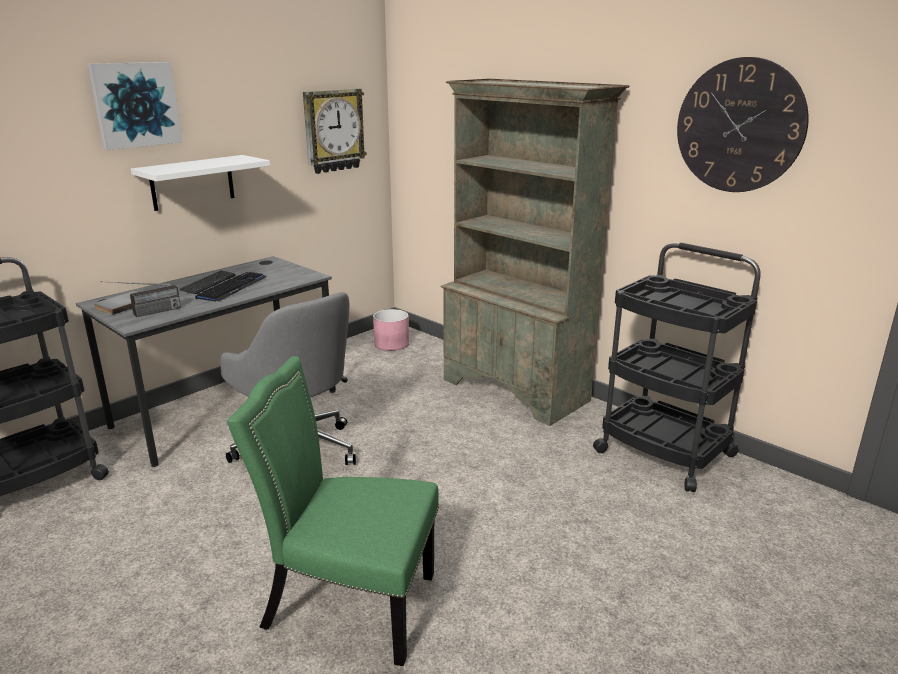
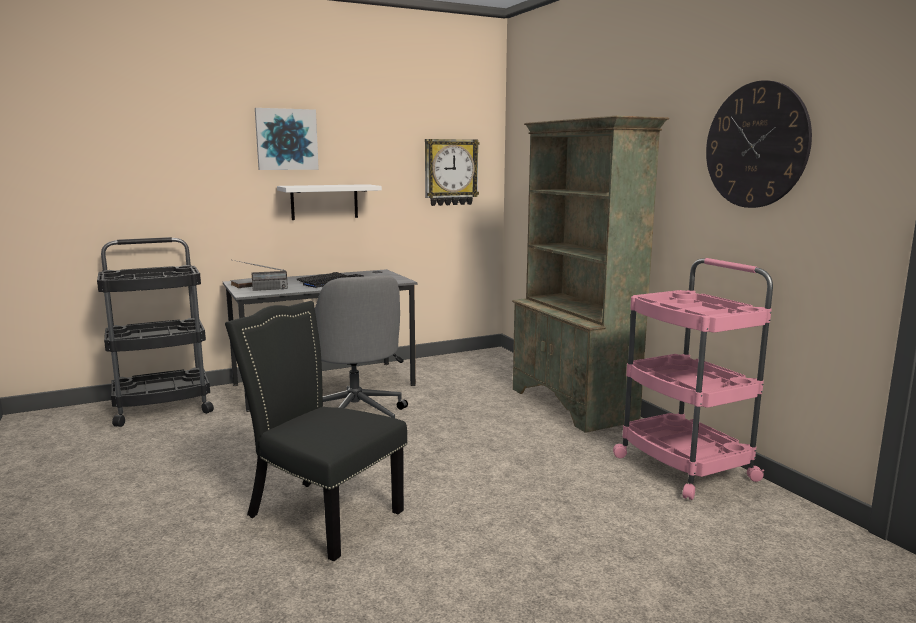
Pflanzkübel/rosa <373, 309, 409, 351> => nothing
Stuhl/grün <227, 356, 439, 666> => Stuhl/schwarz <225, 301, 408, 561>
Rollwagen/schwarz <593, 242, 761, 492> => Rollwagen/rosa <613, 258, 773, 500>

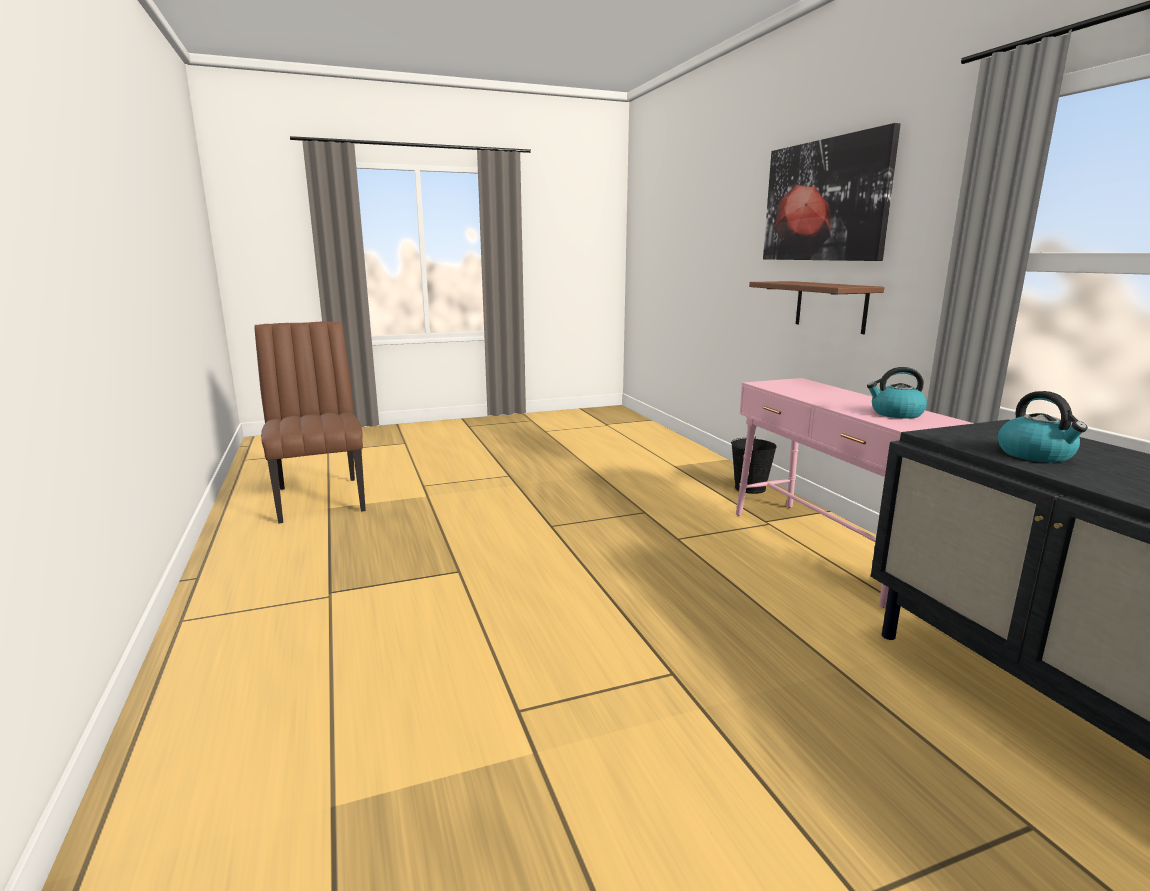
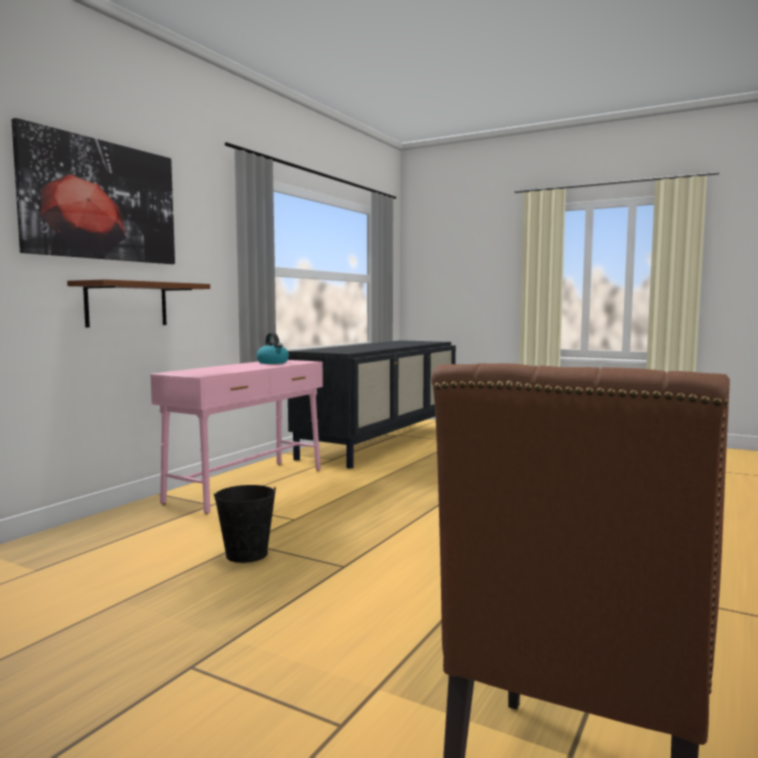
Wasserkessel <998, 391, 1088, 463> => nothing
Eimer/schwarz <731, 436, 777, 494> => Eimer/schwarz <214, 485, 276, 563>, moved

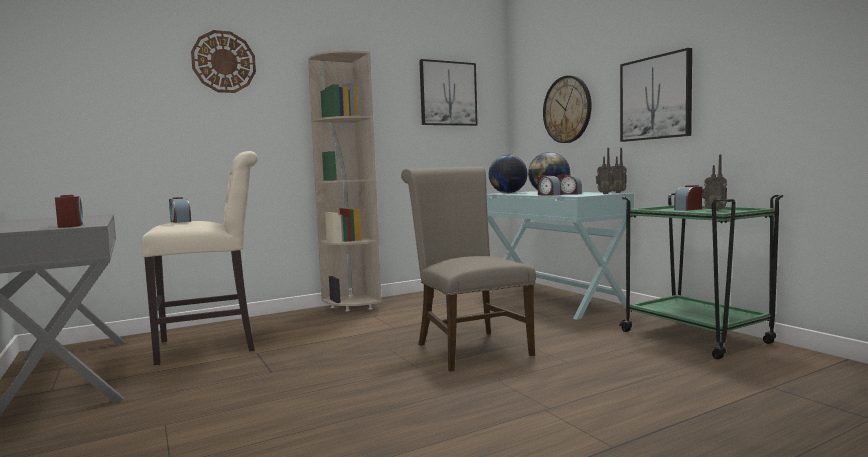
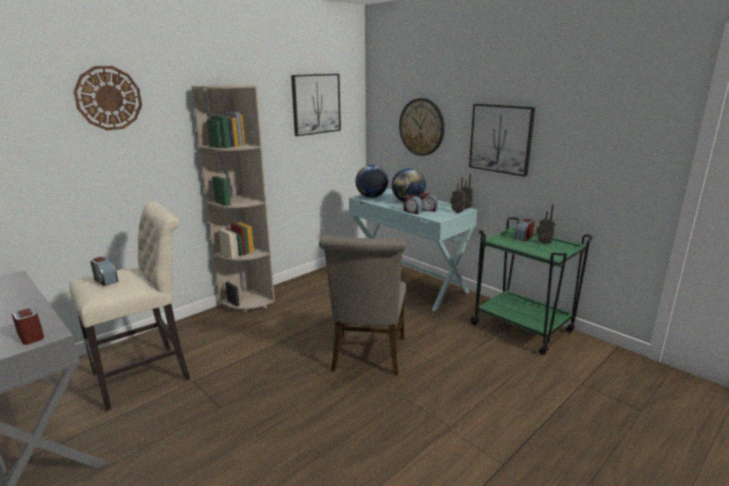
Stuhl/beige <401, 166, 536, 372> => Stuhl/beige <319, 235, 406, 376>, 135 degrees counterclockwise

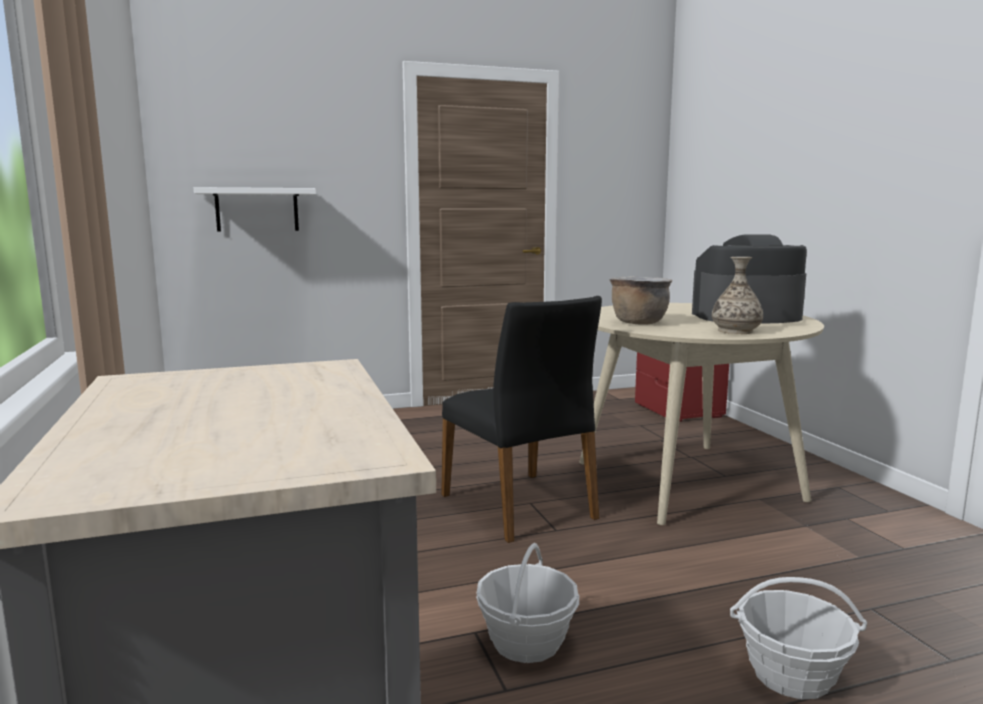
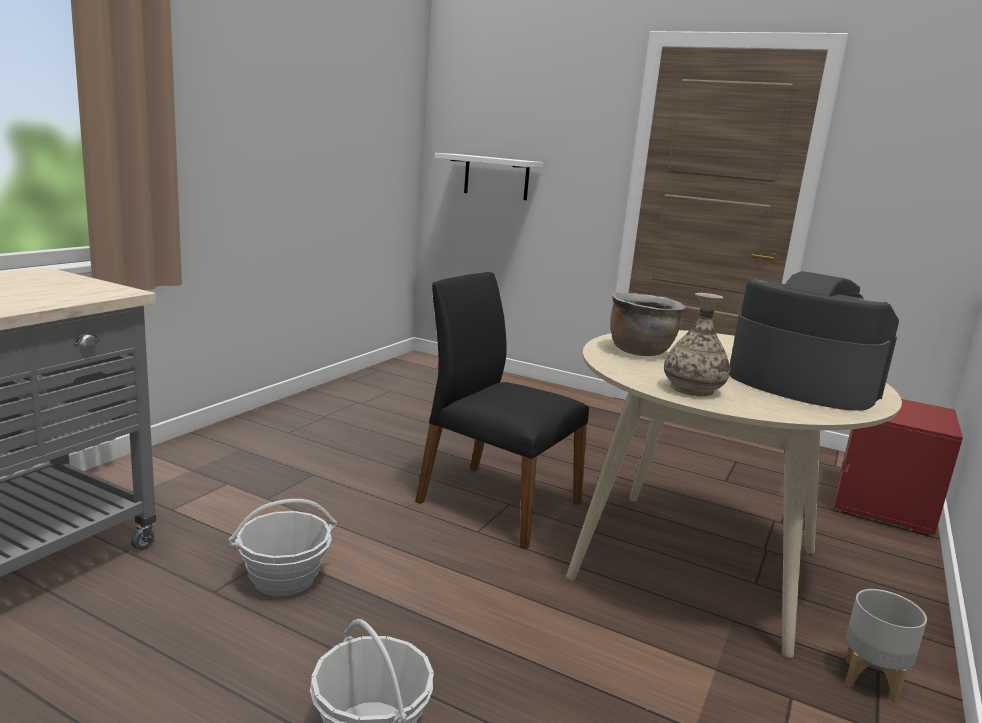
nothing => Pflanzkübel/grau <845, 589, 927, 703>
Stuhl/schwarz <441, 296, 602, 543> => Stuhl/schwarz <415, 272, 589, 549>, 105 degrees clockwise

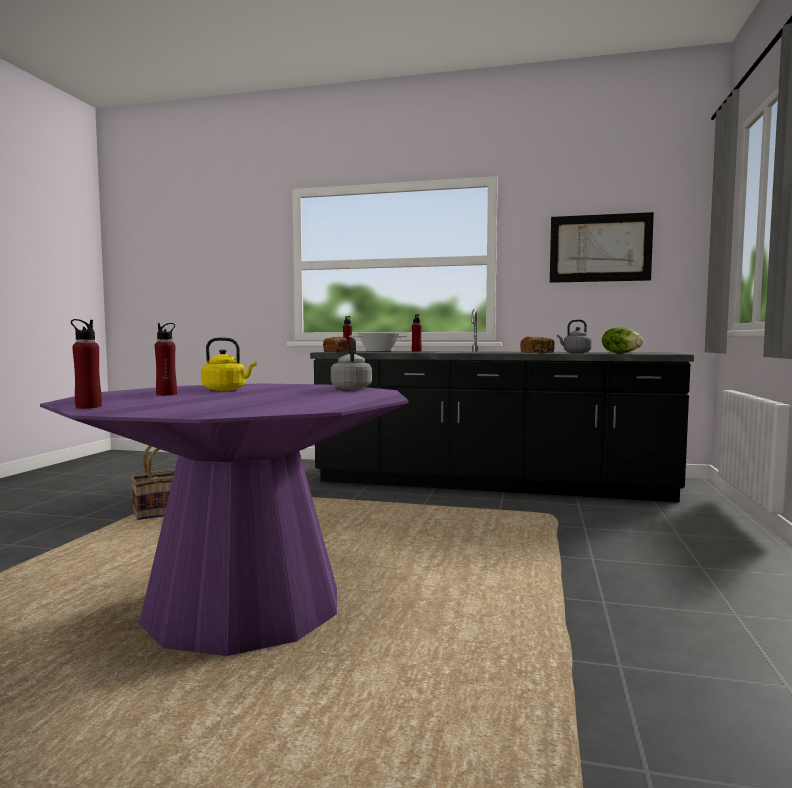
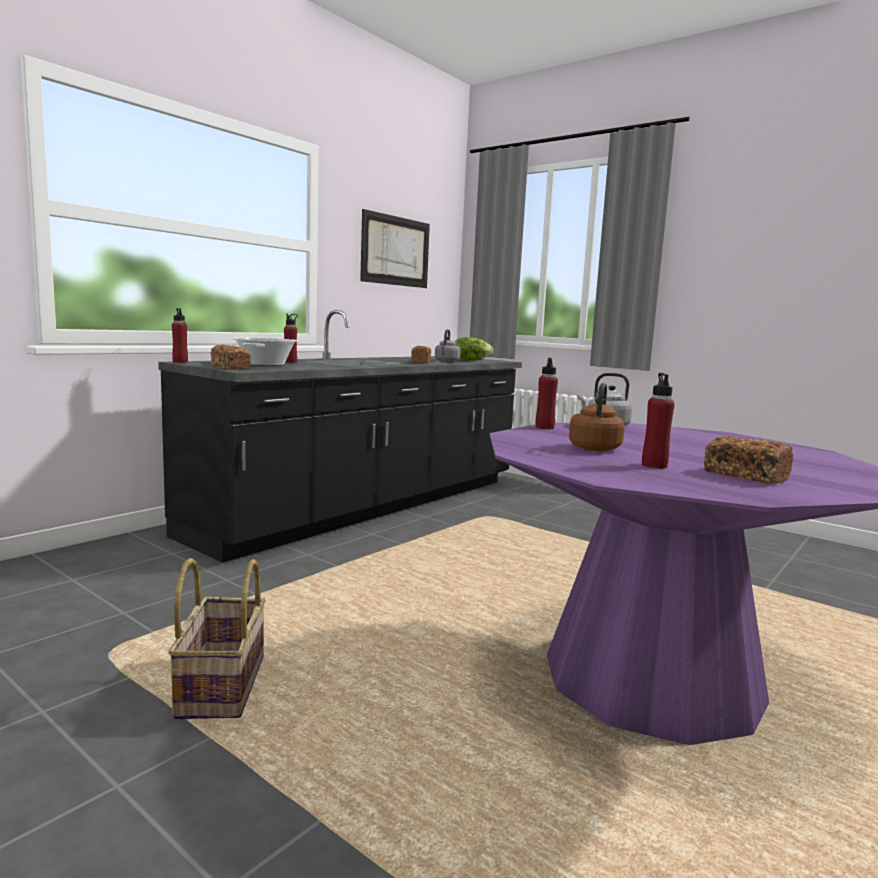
nothing => Brot <704, 437, 793, 484>
Flasche/rot <71, 319, 102, 409> => Flasche/rot <535, 358, 558, 429>, moved
Wasserkessel/gelb <202, 337, 256, 391> => Wasserkessel/braun <569, 383, 625, 451>

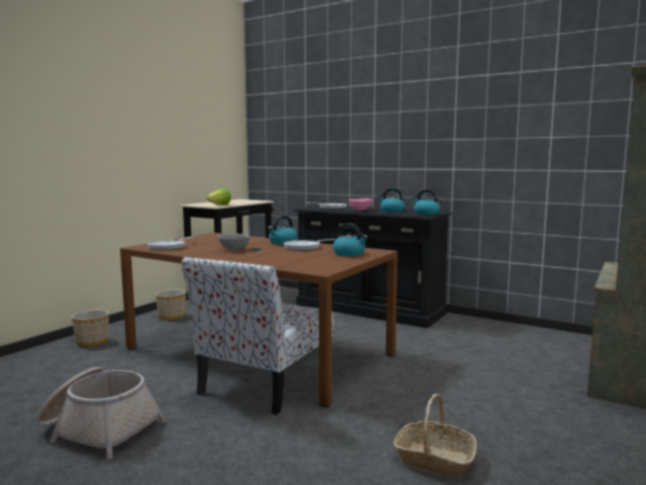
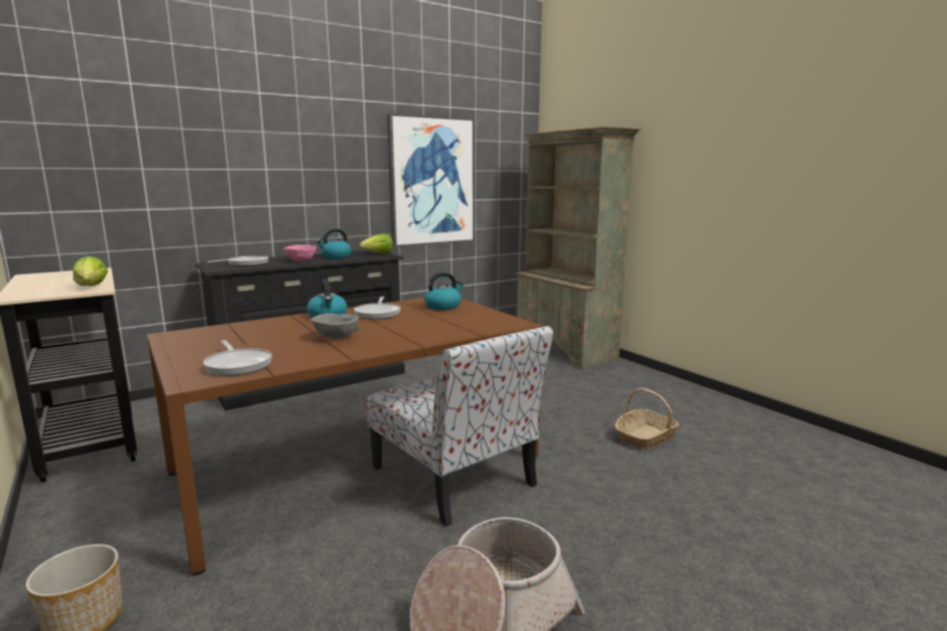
Pflanzkübel <155, 289, 186, 320> => nothing
nothing => Bild <387, 114, 474, 247>
Wasserkessel <412, 189, 440, 215> => Salatkopf <359, 233, 393, 254>

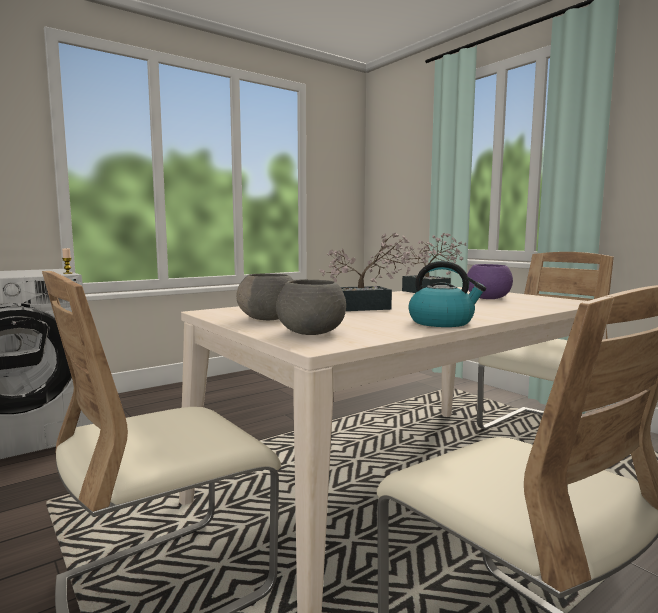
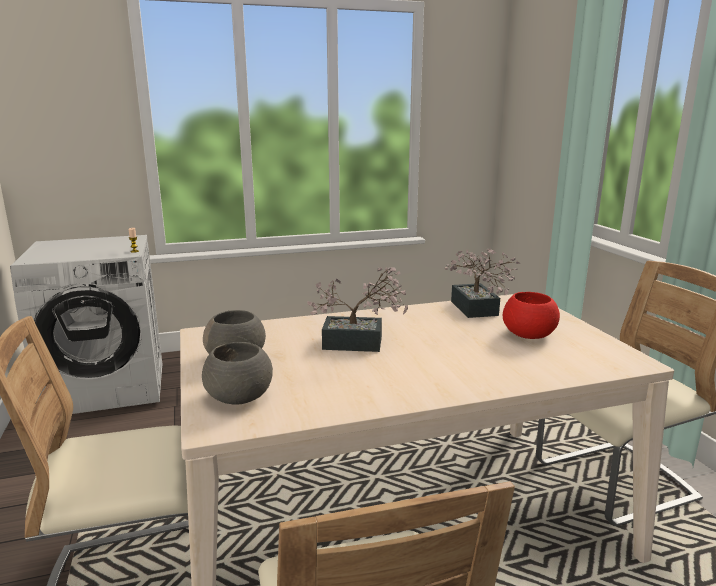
Wasserkessel <409, 261, 486, 327> => nothing
Schüssel/lila <467, 264, 513, 299> => Schüssel/rot <503, 292, 560, 339>

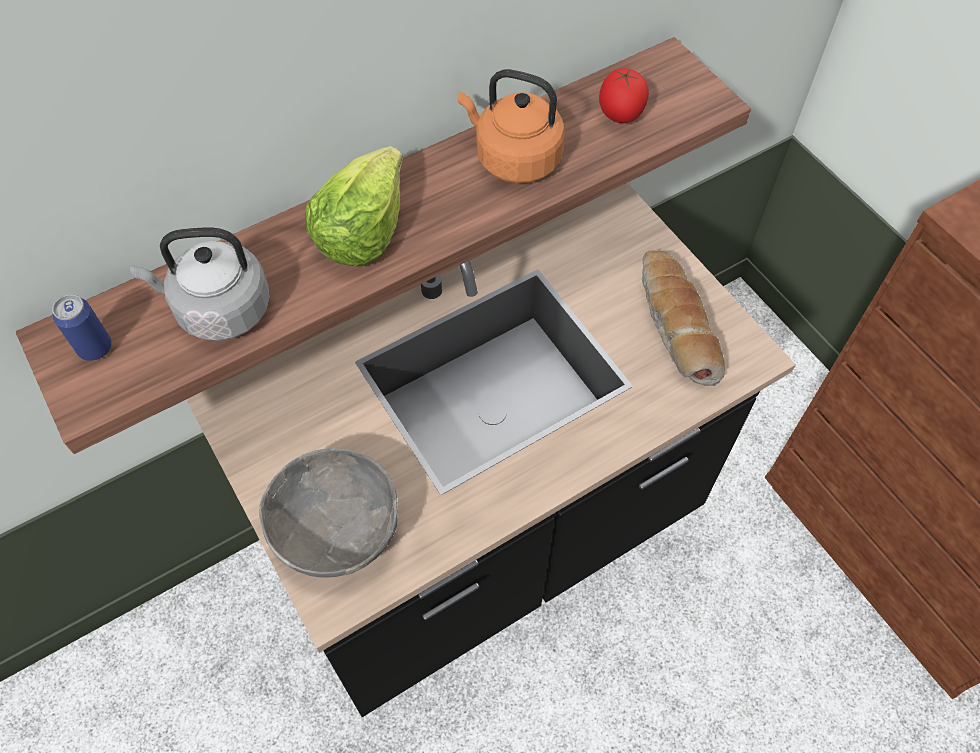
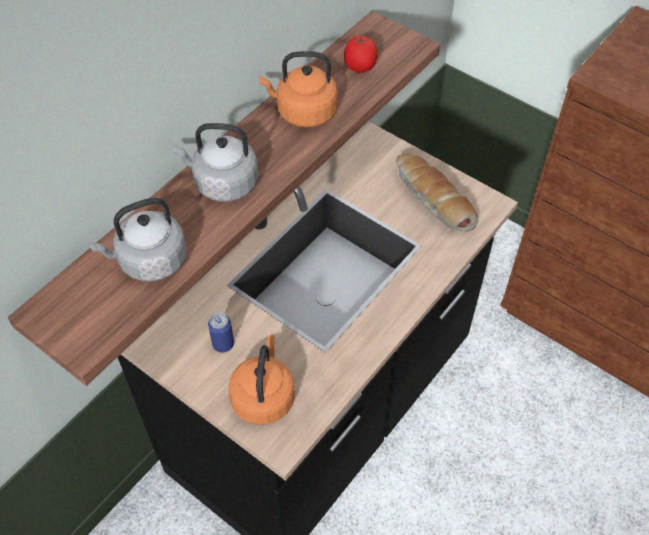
Dose <52, 294, 112, 361> => Dose <208, 312, 234, 353>, moved
Schüssel/grau <259, 448, 398, 578> => Wasserkessel/orange <229, 335, 295, 425>
Salatkopf <305, 146, 403, 267> => Wasserkessel/grau <173, 123, 258, 202>

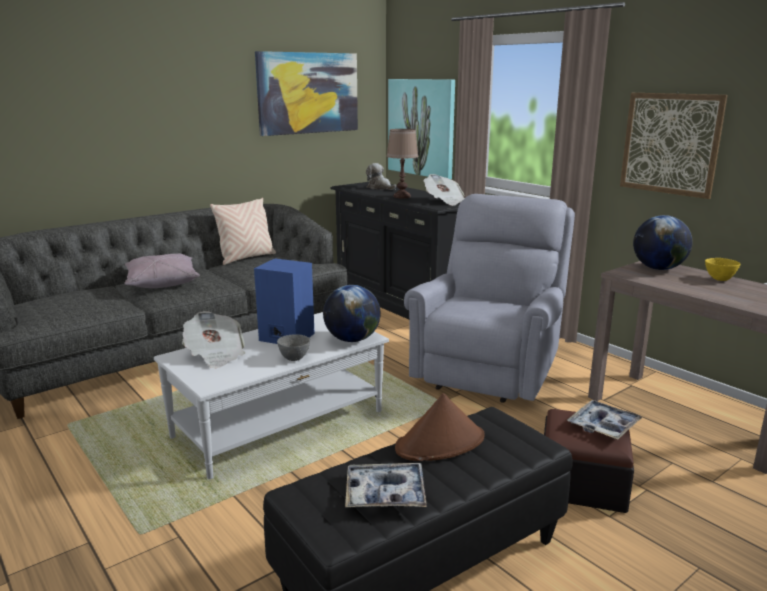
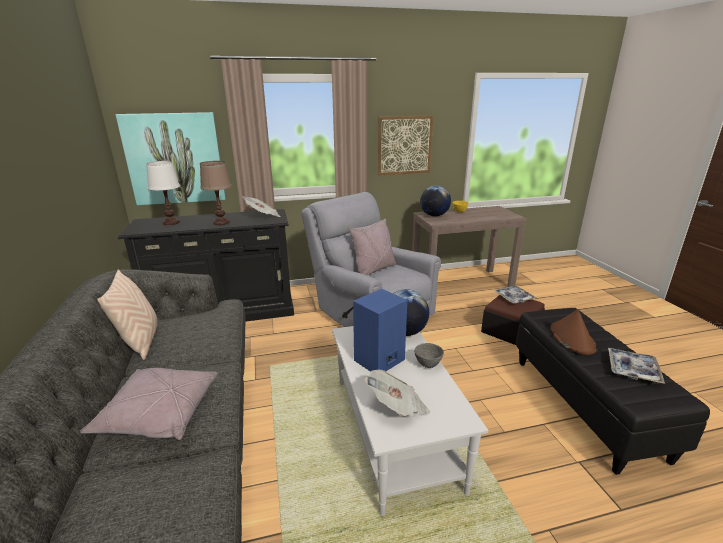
Bild <255, 51, 358, 136> => nothing
nothing => Kissen/lila <349, 218, 396, 275>
Plüschtier <366, 163, 396, 190> => Tischlampe/weiß <146, 161, 180, 225>

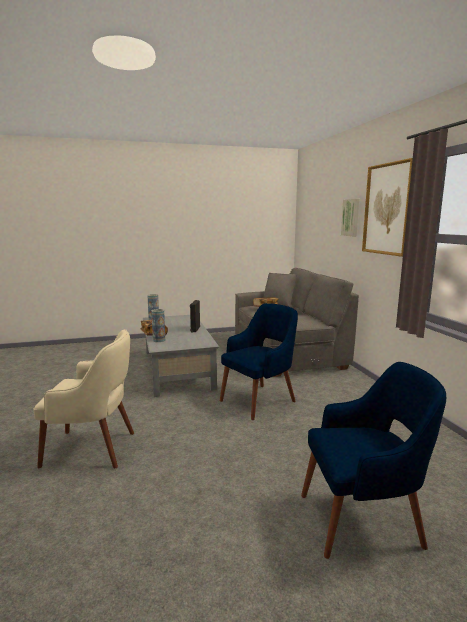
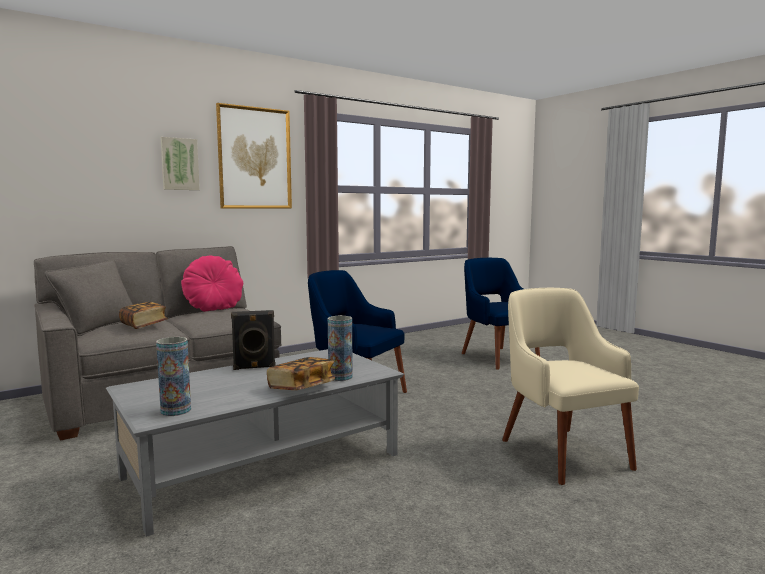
nothing => Kissen/rosa <181, 255, 243, 312>

